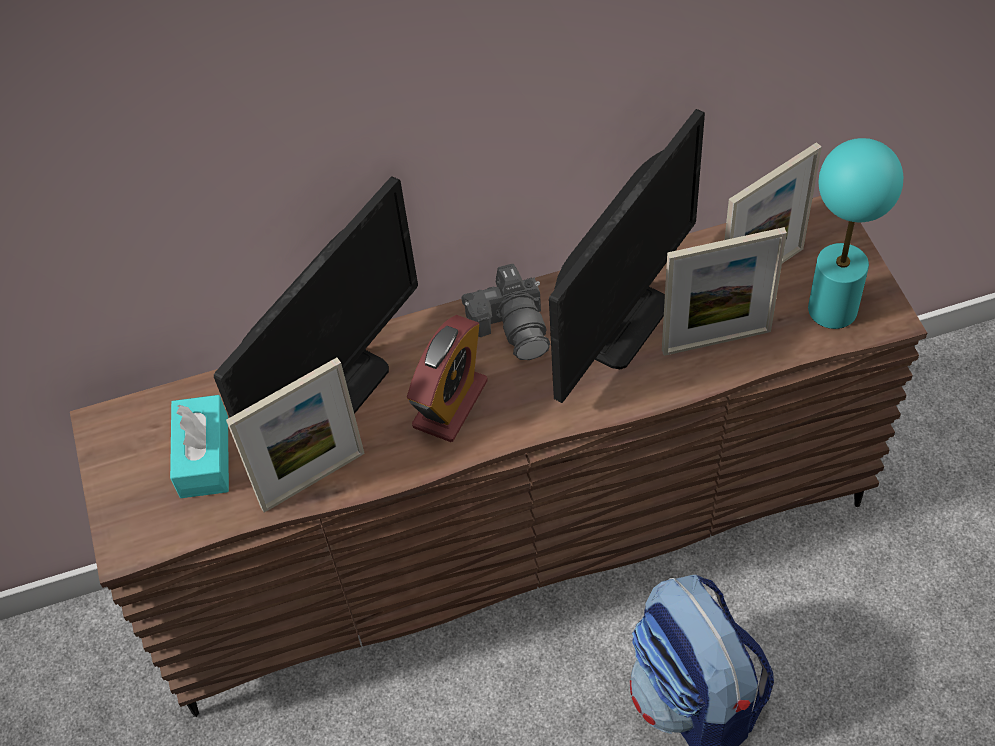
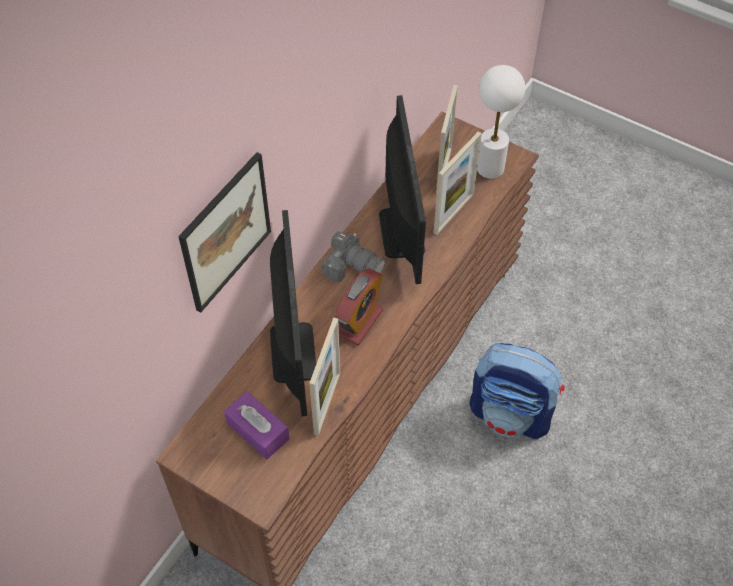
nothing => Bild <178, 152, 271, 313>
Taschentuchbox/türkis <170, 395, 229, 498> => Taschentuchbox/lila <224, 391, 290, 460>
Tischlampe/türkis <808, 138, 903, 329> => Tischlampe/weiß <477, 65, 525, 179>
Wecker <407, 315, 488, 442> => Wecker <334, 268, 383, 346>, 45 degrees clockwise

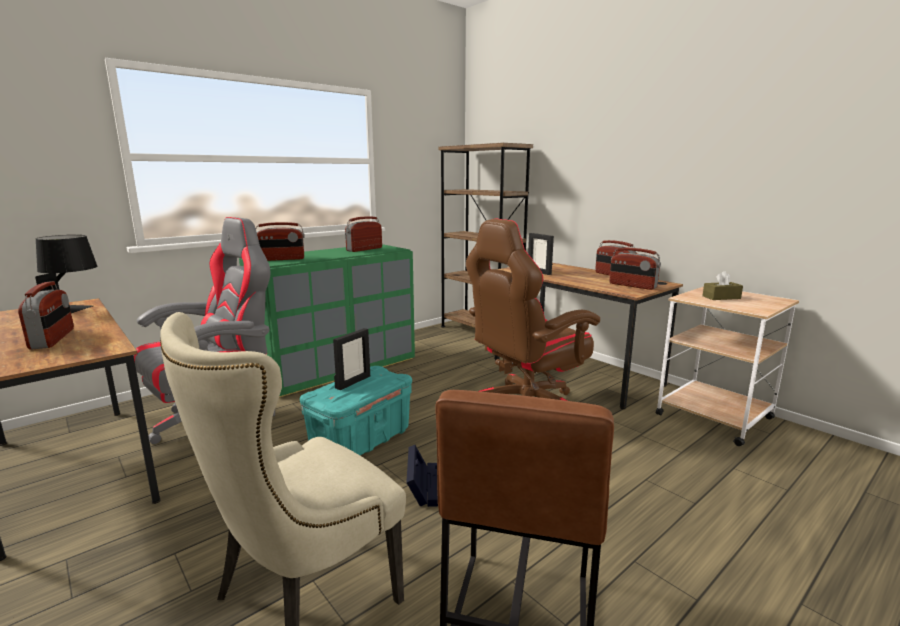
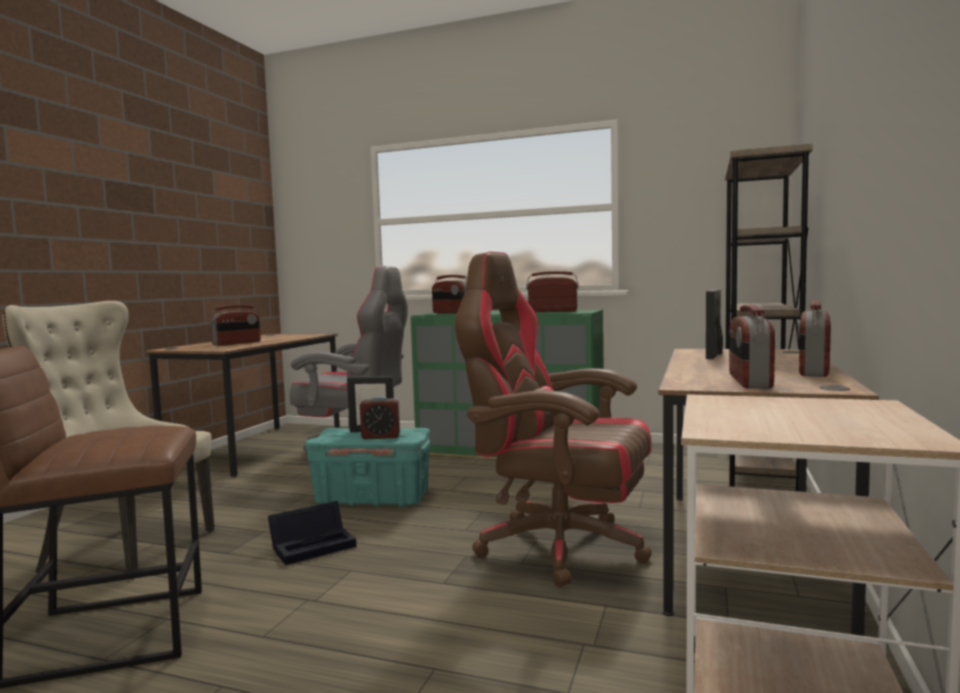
Tischlampe/schwarz <35, 235, 97, 313> => nothing
Taschentuchbox/braun <702, 271, 743, 300> => nothing
nothing => Wecker <360, 396, 400, 439>

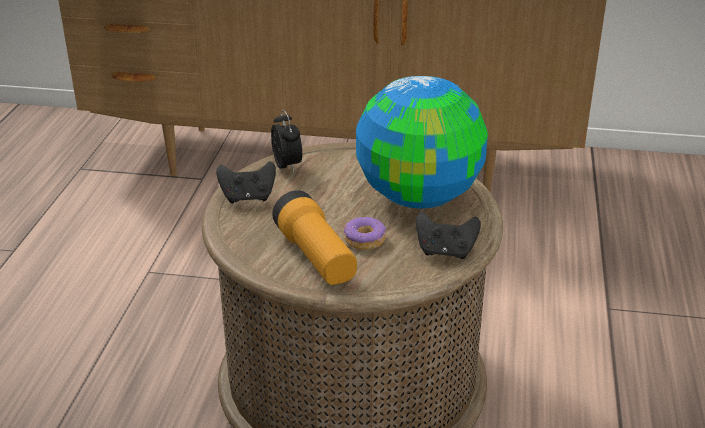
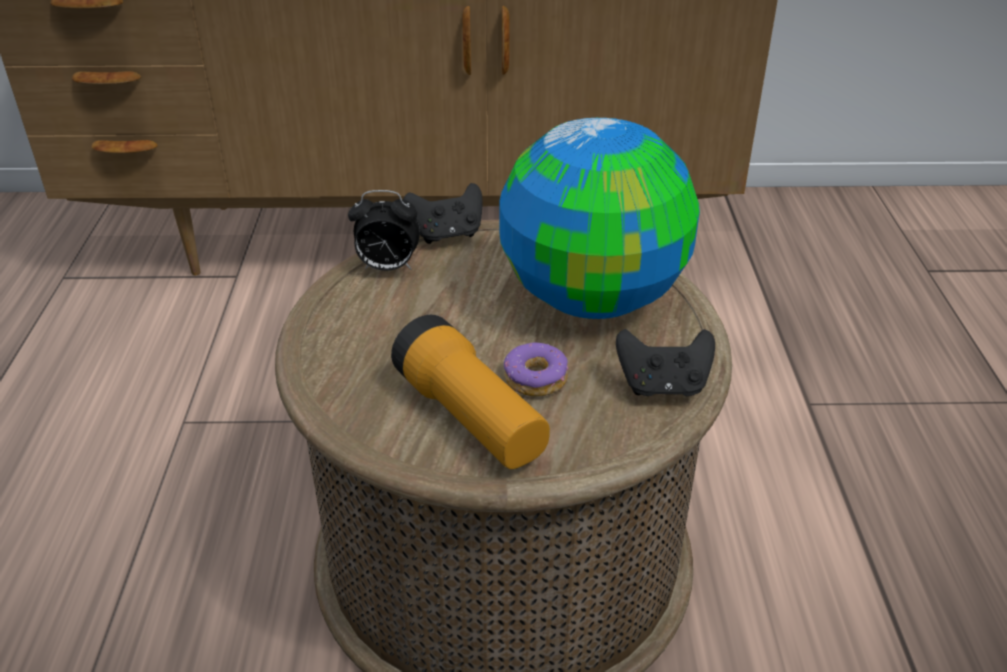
Gamepad/schwarz <216, 161, 276, 203> => Gamepad/schwarz <403, 183, 483, 244>, moved
Wecker <271, 110, 302, 173> => Wecker <348, 190, 420, 271>, 120 degrees clockwise

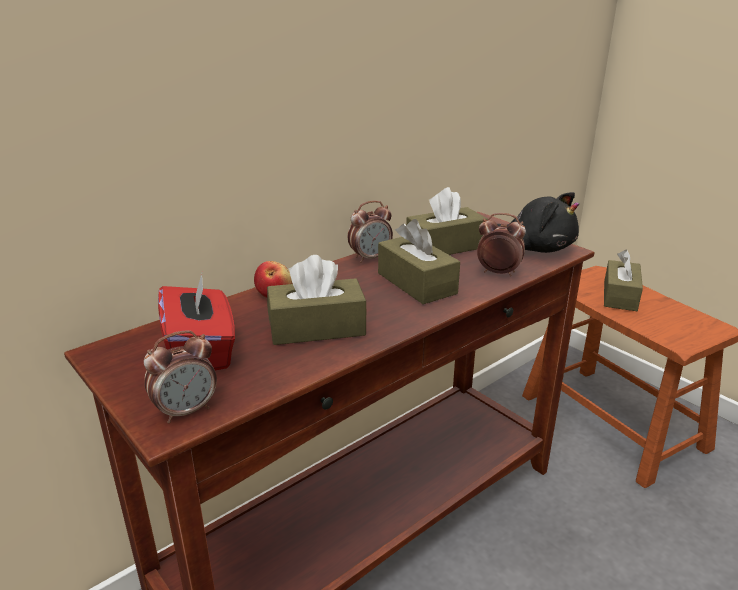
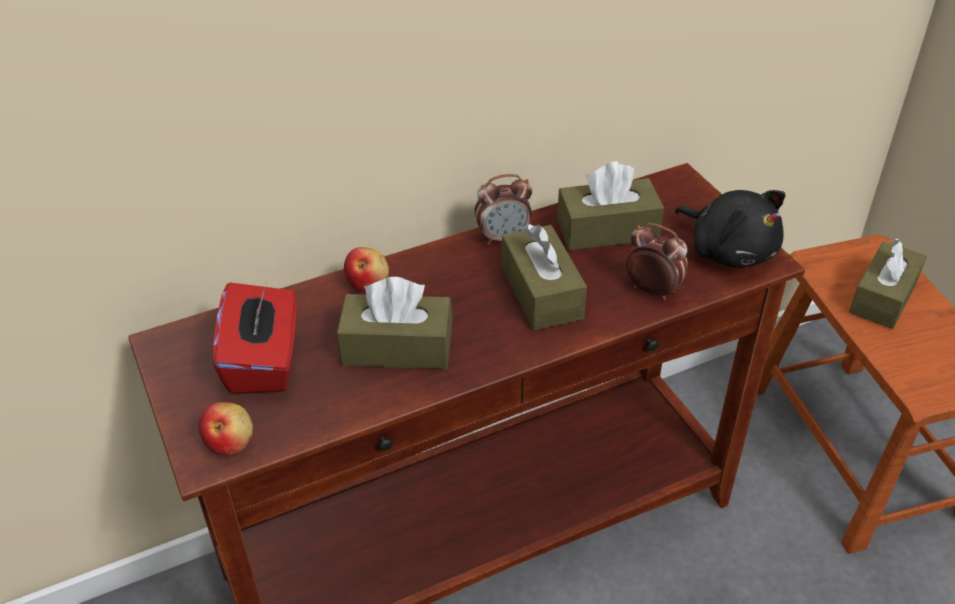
Wecker <144, 330, 217, 423> => Apfel <199, 402, 253, 456>

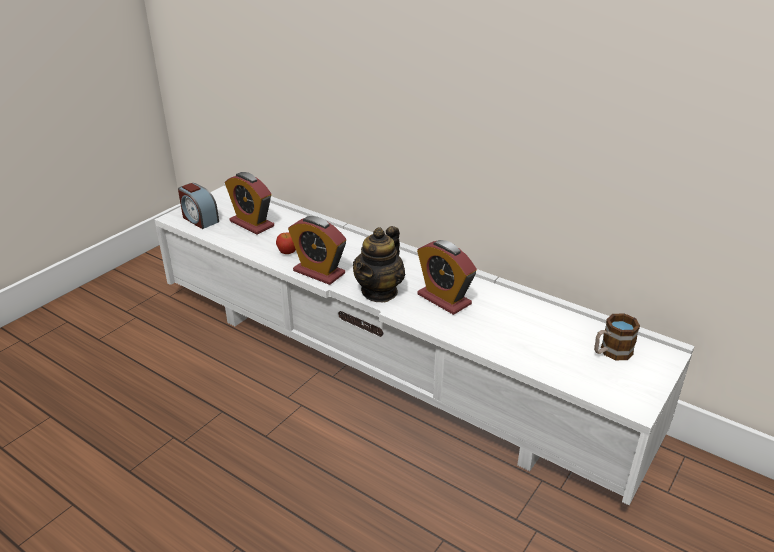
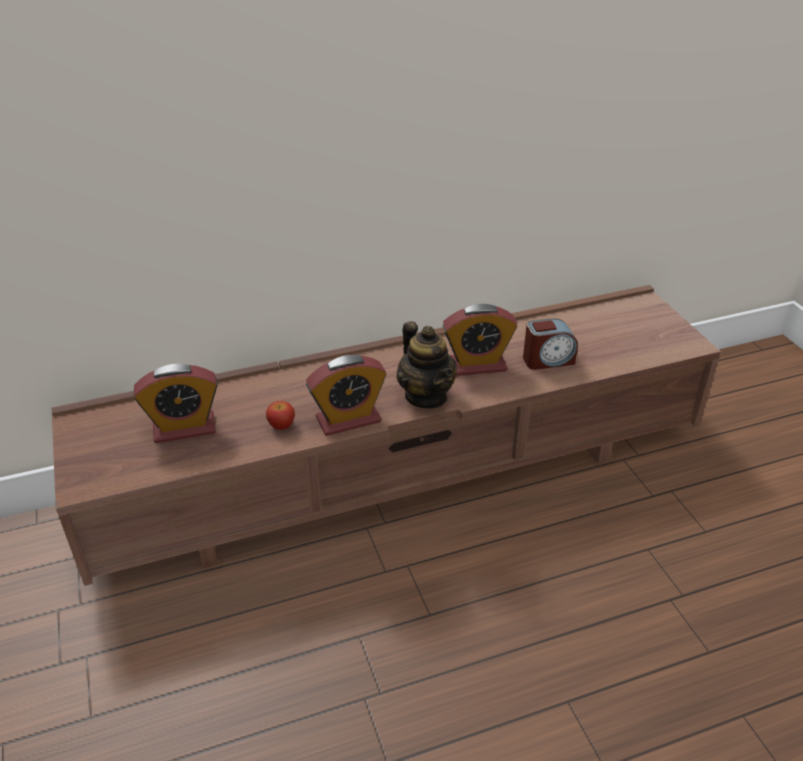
Henkelbecher <594, 313, 640, 360> => nothing
Wecker <178, 183, 219, 229> => Wecker <523, 318, 578, 370>, moved
Fernsehschrank/weiß <154, 183, 694, 505> => Fernsehschrank/braun <52, 285, 721, 586>

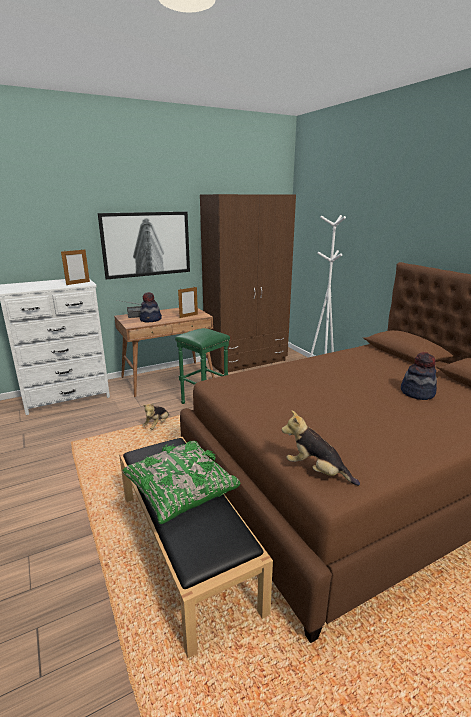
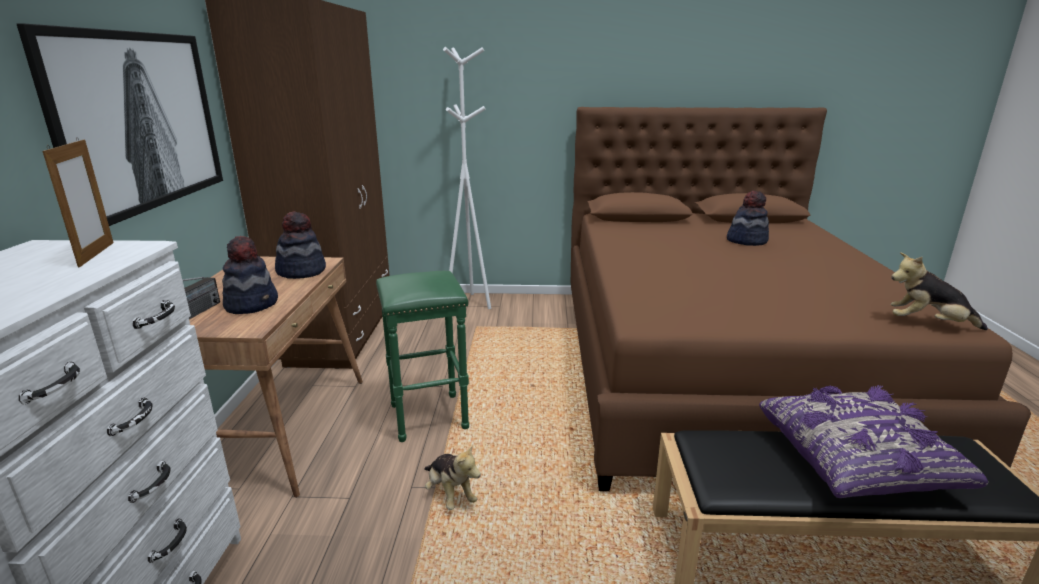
Bilderrahmen <178, 287, 198, 318> => Hut <275, 211, 326, 279>
Kissen/grün <123, 440, 241, 524> => Kissen/lila <759, 385, 988, 498>
Plüschtier <282, 410, 360, 486> => Plüschtier <891, 252, 988, 330>, 45 degrees clockwise

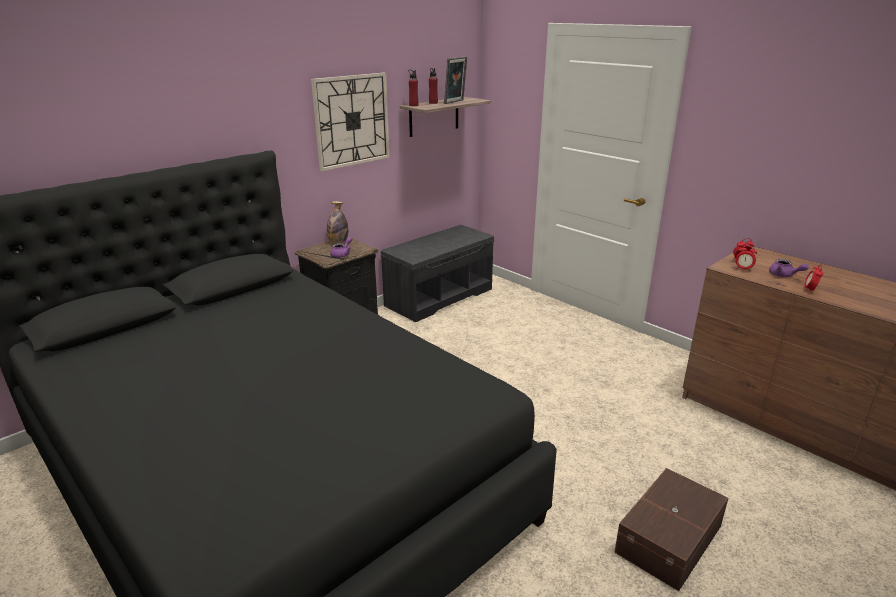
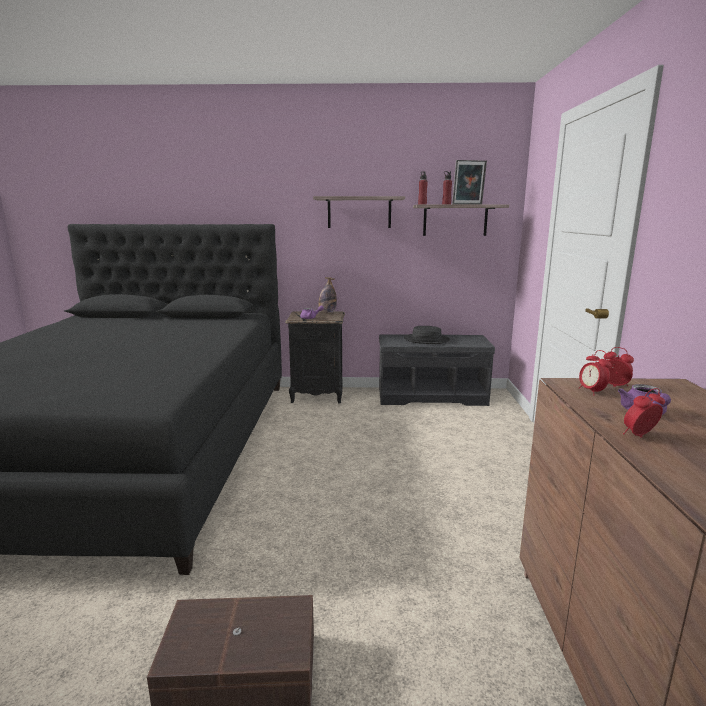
nothing => Hut/schwarz <404, 326, 450, 344>
Wanduhr <311, 73, 390, 171> => Wandregal <313, 196, 405, 228>

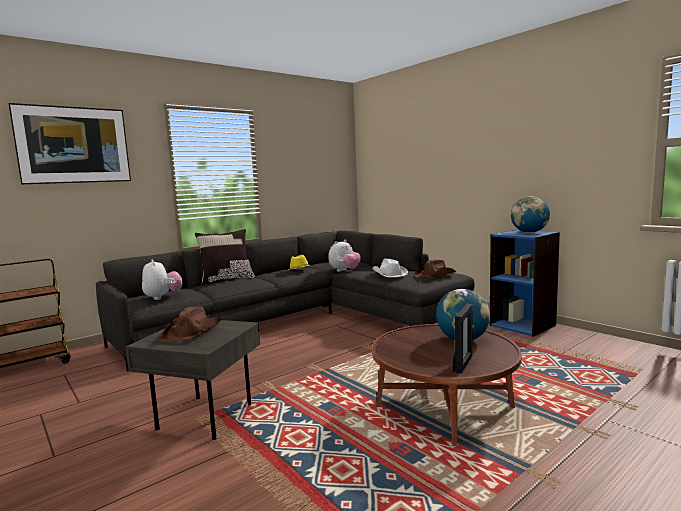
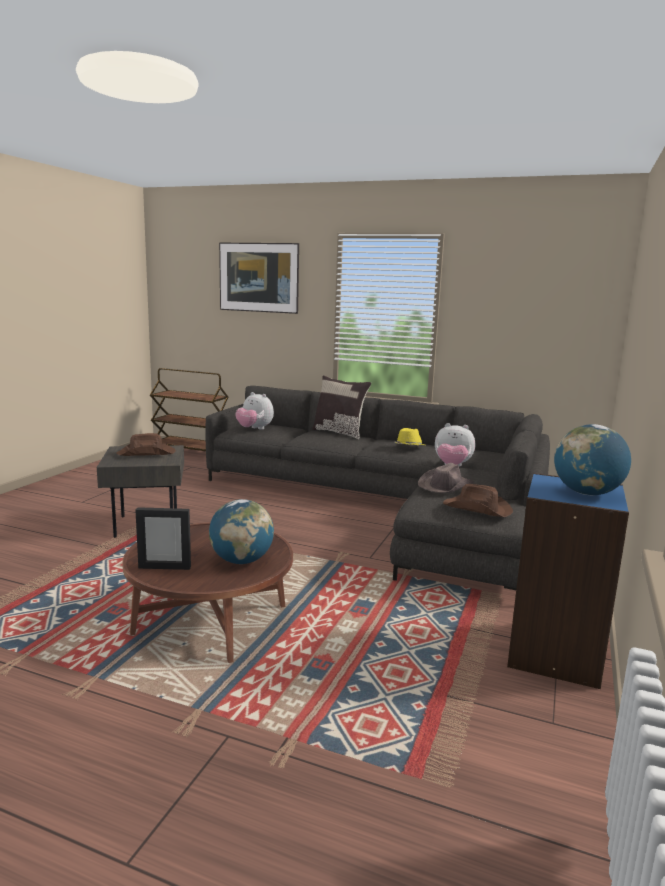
Hut/weiß <373, 259, 408, 278> => Hut/braun <418, 463, 474, 493>
Plüschtier <142, 259, 182, 300> => Plüschtier <236, 392, 274, 430>, 90 degrees clockwise

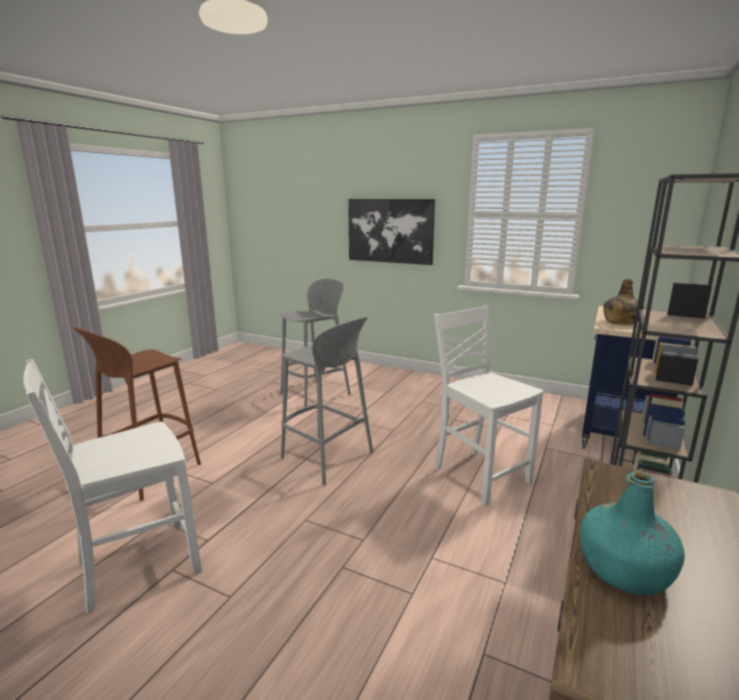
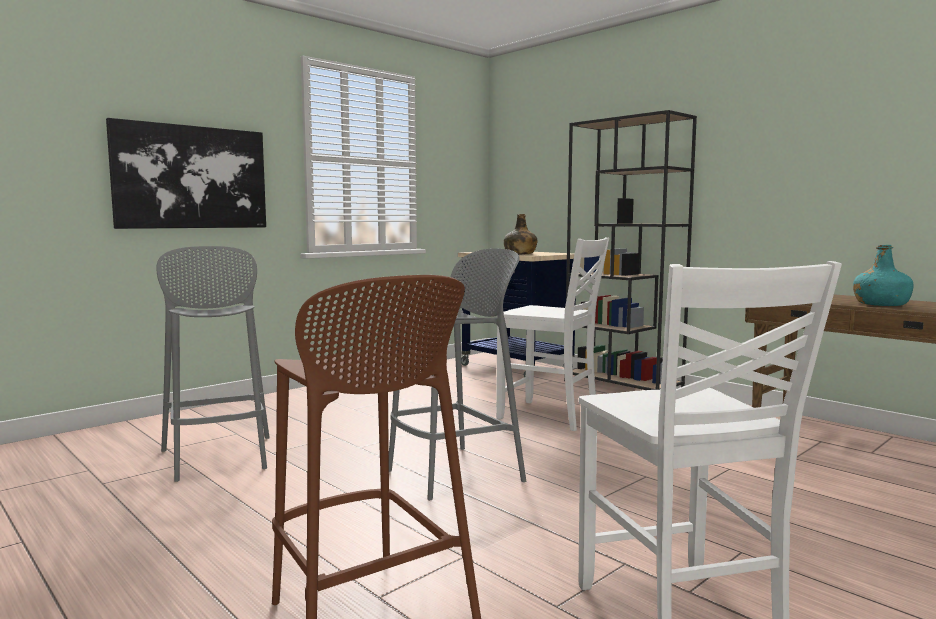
Stuhl/weiß <434, 305, 544, 506> => Stuhl/weiß <496, 237, 609, 431>, 135 degrees counterclockwise

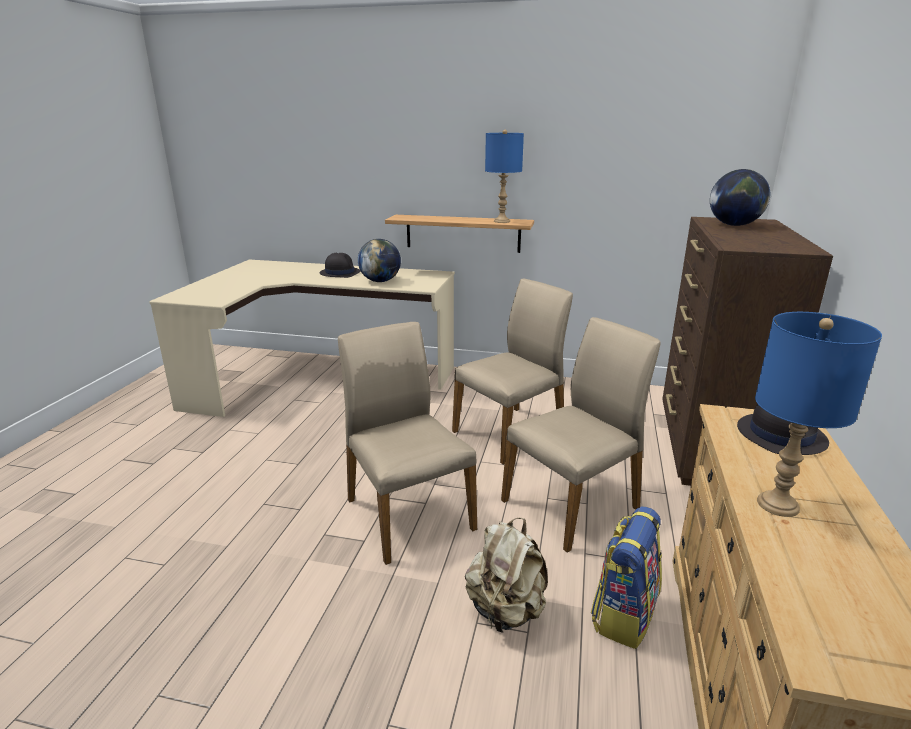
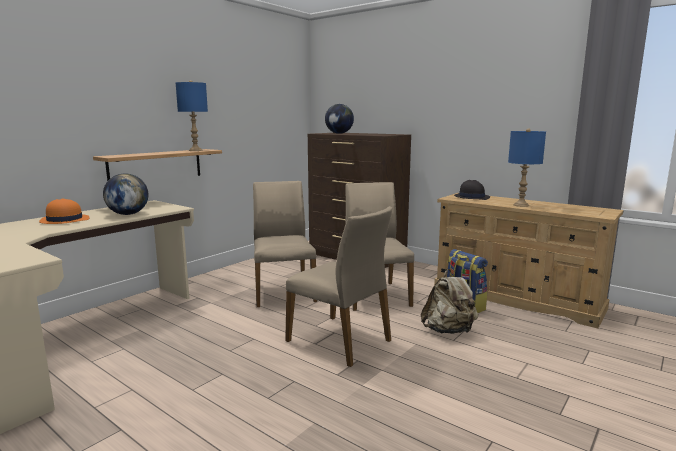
Hut/schwarz <319, 253, 360, 278> => Hut/orange <39, 198, 90, 224>
Stuhl/beige <338, 322, 477, 565> => Stuhl/beige <285, 206, 392, 367>, 135 degrees counterclockwise

